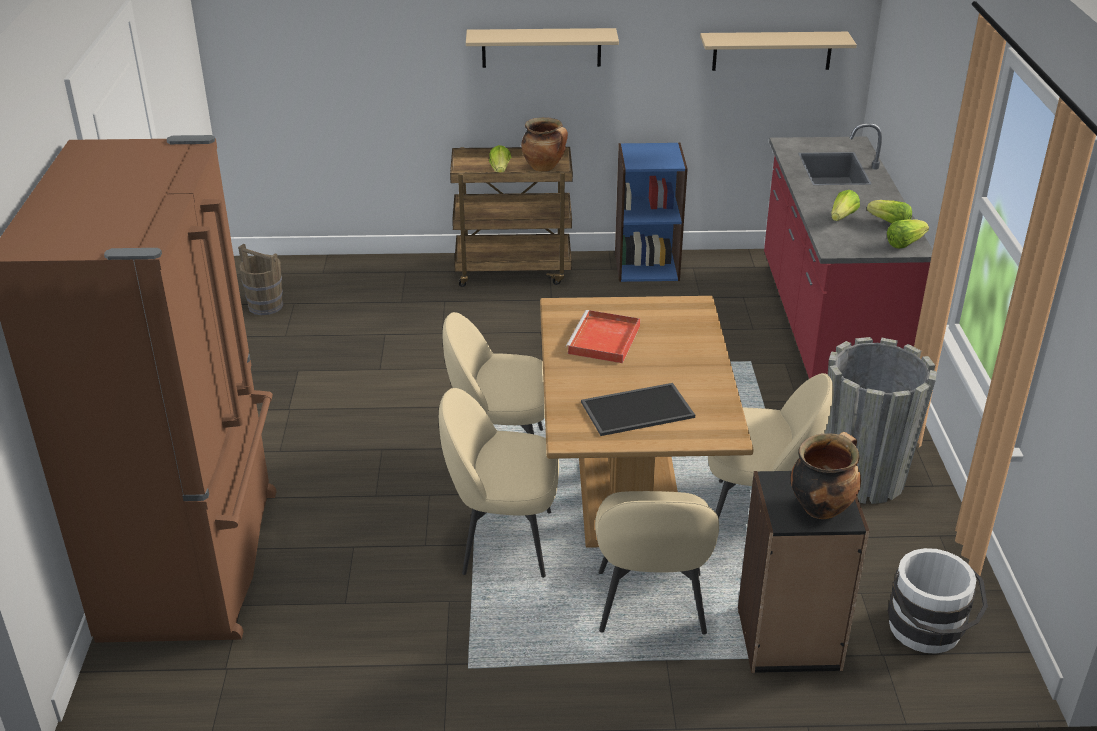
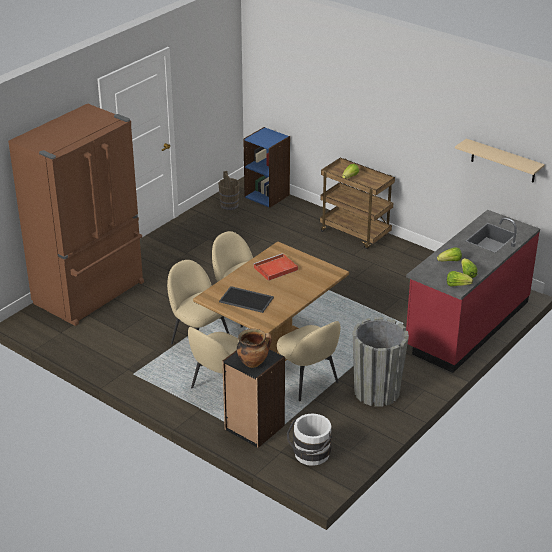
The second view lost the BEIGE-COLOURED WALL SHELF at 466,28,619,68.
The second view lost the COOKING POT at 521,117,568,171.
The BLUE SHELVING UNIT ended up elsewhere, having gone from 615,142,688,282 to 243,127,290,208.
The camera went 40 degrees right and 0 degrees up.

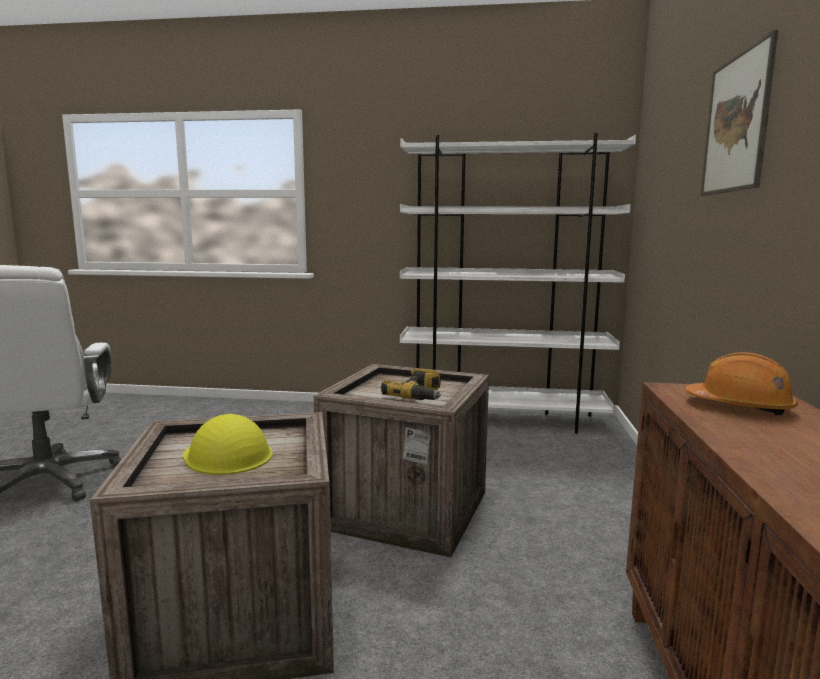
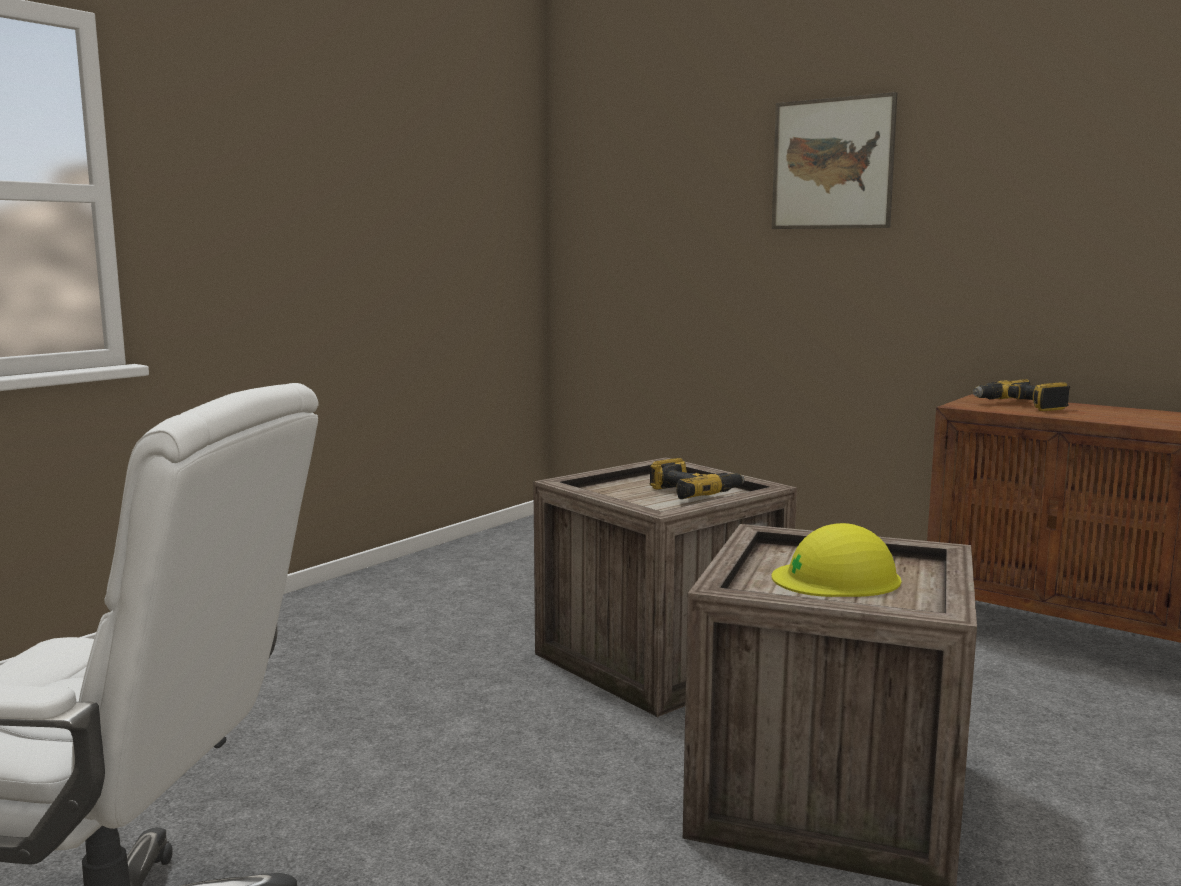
The second view lost the WHITE-COLOURED SHELVING UNIT at 400,133,636,434.
Where the ORANGEY SAFETY HELMET stood at 685,352,798,415, the POWER DRILL came to stand at 973,379,1070,411.
The camera went 60 degrees left and 0 degrees up.

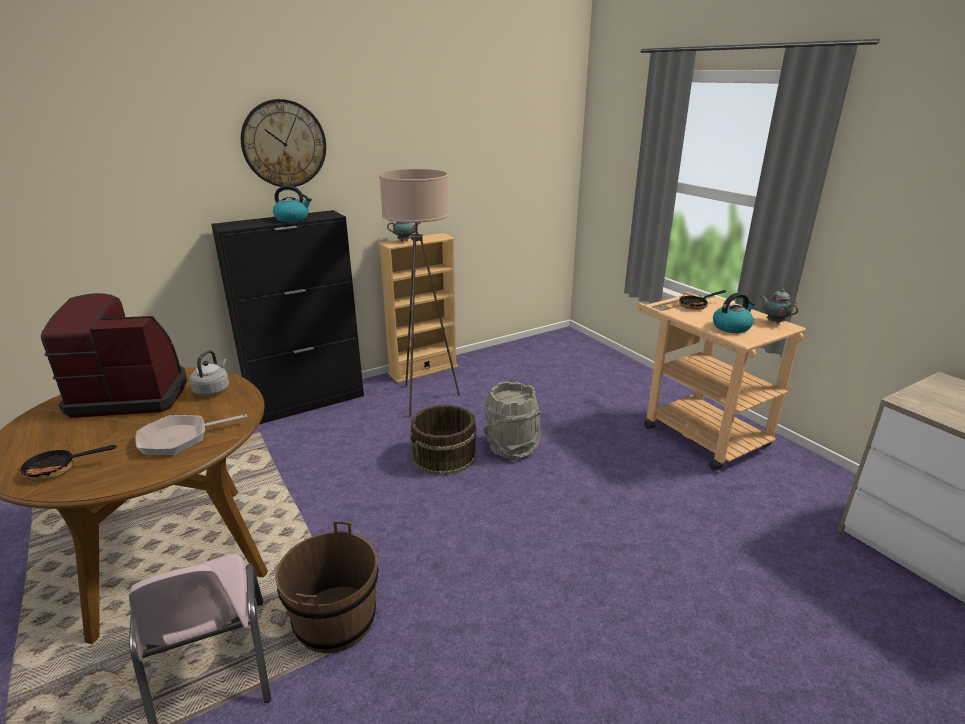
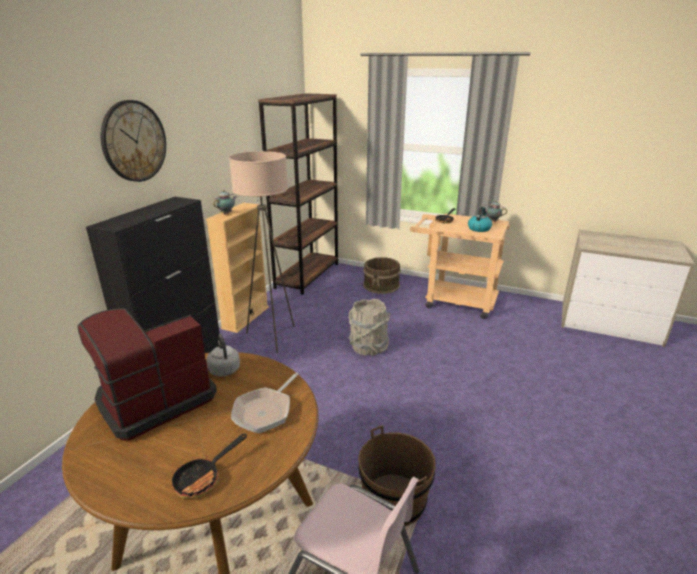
The second view lost the KETTLE at 273,185,312,222.
The BROWN-COLOURED BUCKET ended up elsewhere, having gone from 410,405,477,475 to 363,257,401,294.
The second view gained the BROWN-COLOURED SHELVING UNIT at 258,93,338,295.
The camera went 35 degrees left and 0 degrees up.

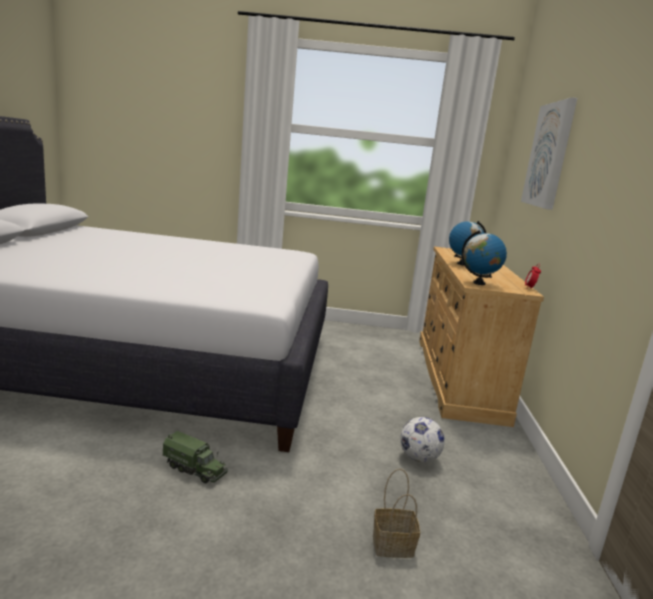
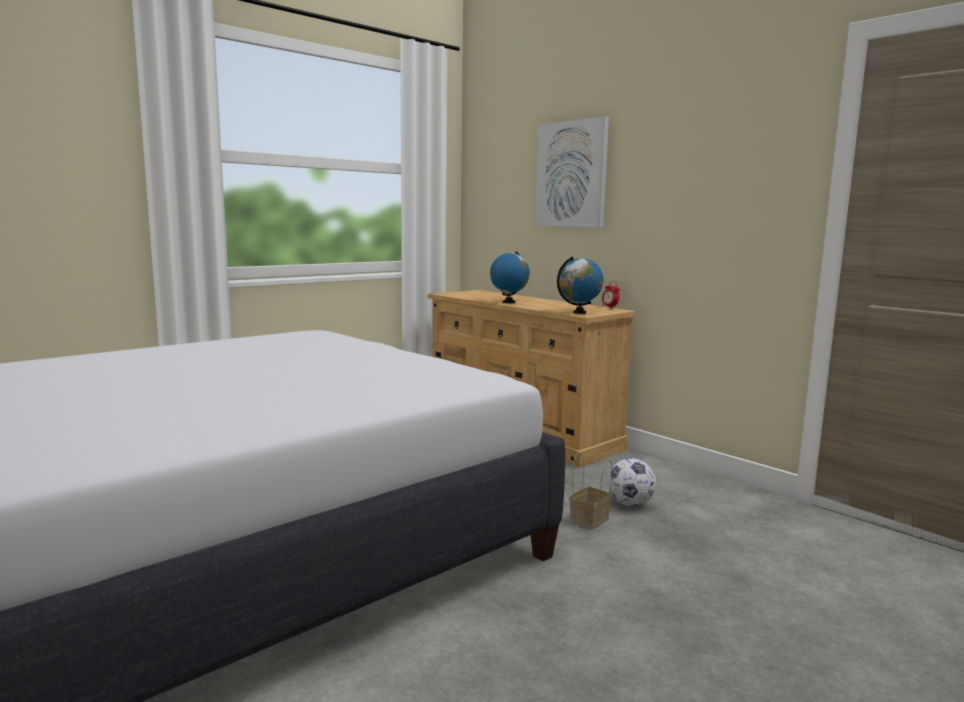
The second view lost the TOY LORRY at 163,431,228,483.
The STORAGE BASKET ended up elsewhere, having gone from 373,469,420,558 to 569,452,613,530.
The camera went 45 degrees left and 5 degrees down.

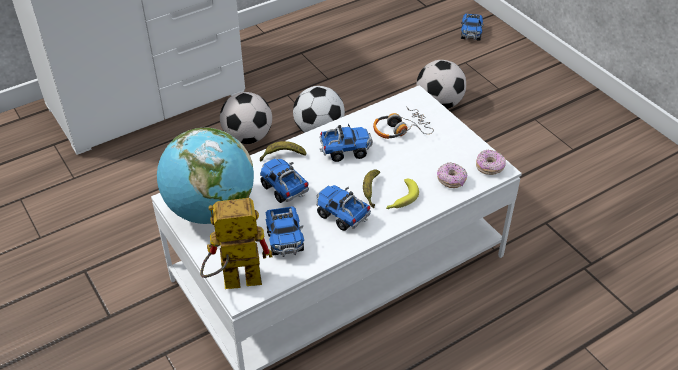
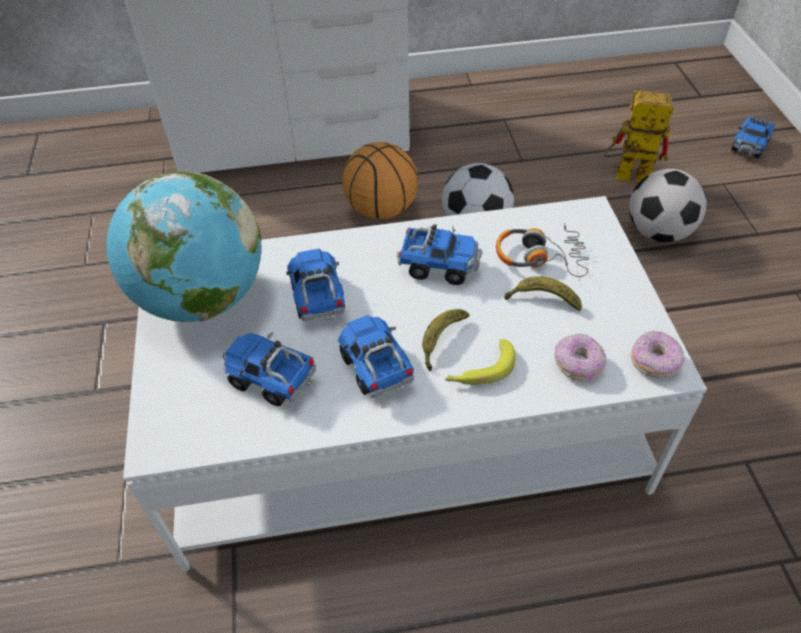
The MODEL ROBOT ended up elsewhere, having gone from 200,198,273,289 to 604,90,674,182.
Where the BALL FOR FOOTBALL stood at 220,92,272,144, the BALL FOR BASKETBALL came to stand at 342,142,418,219.
The BANANA ended up elsewhere, having gone from 260,141,307,162 to 504,276,582,311.
The TOY LORRY at 266,206,304,257 ended up facing another way, 105 degrees clockwise from before.
The camera went 25 degrees right and 5 degrees up.

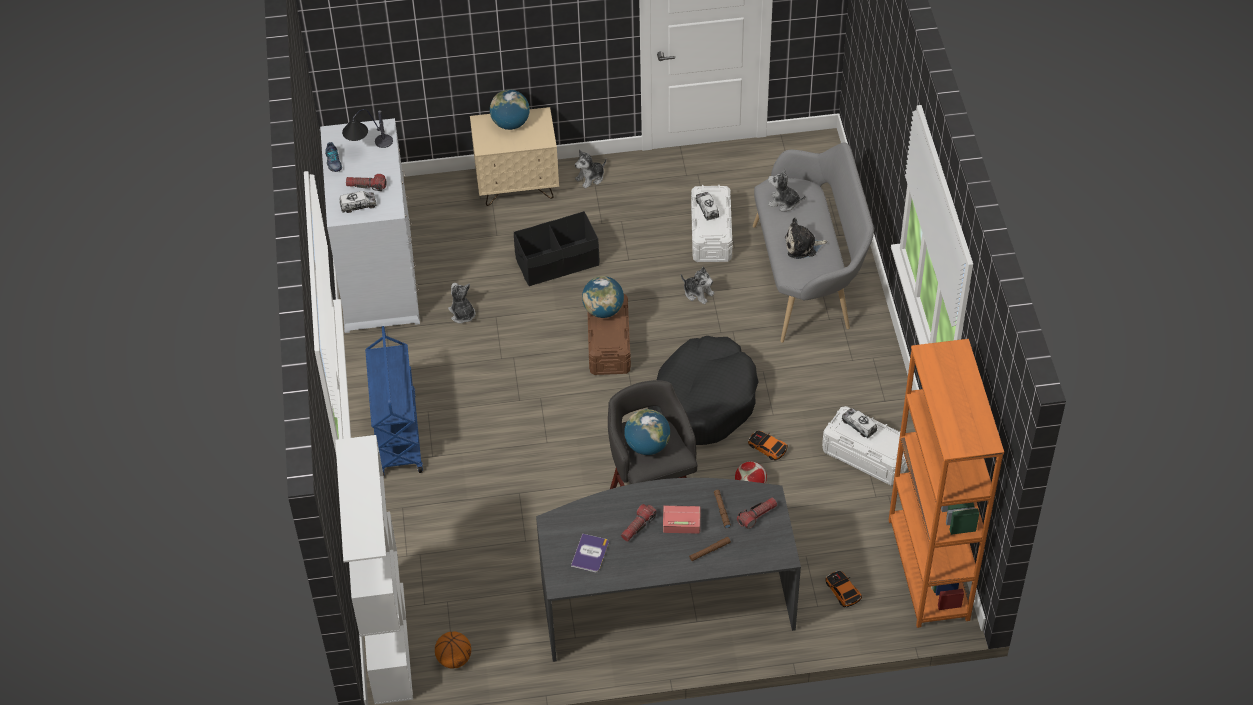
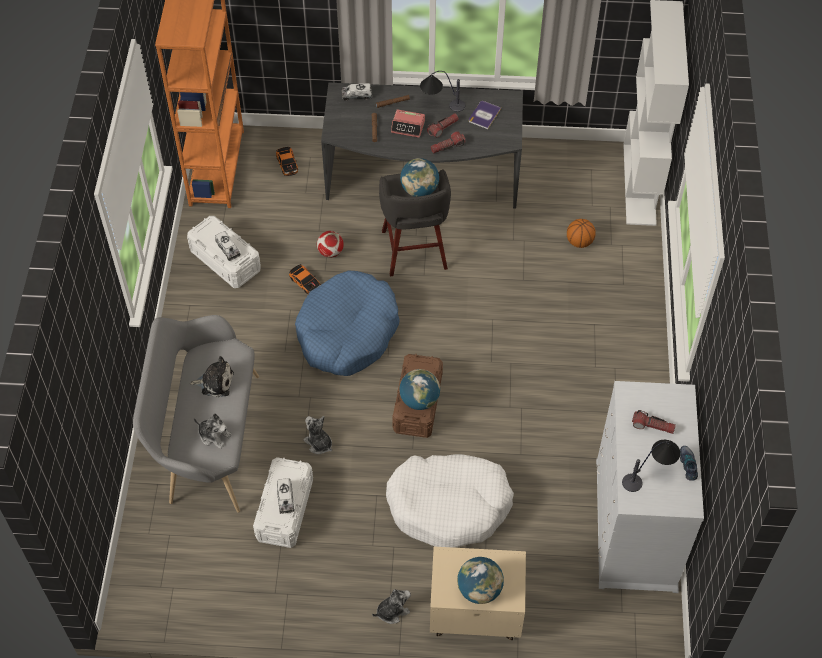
The TOY LORRY ended up elsewhere, having gone from 339,191,377,213 to 342,83,372,101.
The second view lost the BLUE CART at 365,326,423,476.
The BALL FOR BASKETBALL ended up elsewhere, having gone from 435,631,471,669 to 567,219,596,248.
The second view lost the PLUSH TOY at 448,283,476,324.
Where the BLACK-COLOURED STORAGE BIN stood at 514,211,599,286, the WHITE-COLOURED DOG CUSHION came to stand at 386,454,514,548.
What was the BLACK-COLOURED DOG CUSHION at 648,336,759,445 turned into the BLUE DOG CUSHION at 295,270,400,376.
The FLASHLIGHT ended up elsewhere, having gone from 737,498,777,529 to 431,131,466,153.
The second view gained the LAMP FOR A TABLE at 420,71,465,112.
The camera went 170 degrees left and 5 degrees up.

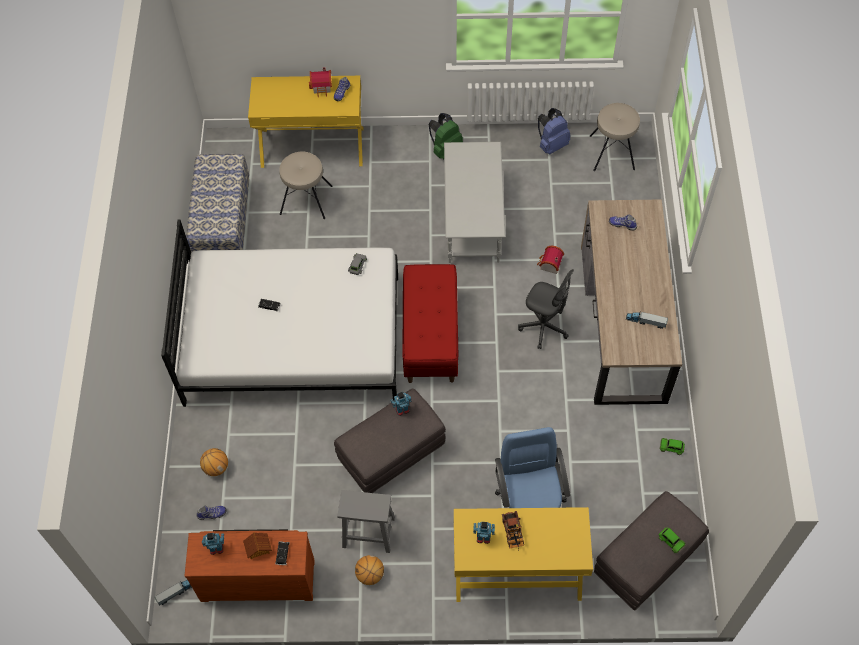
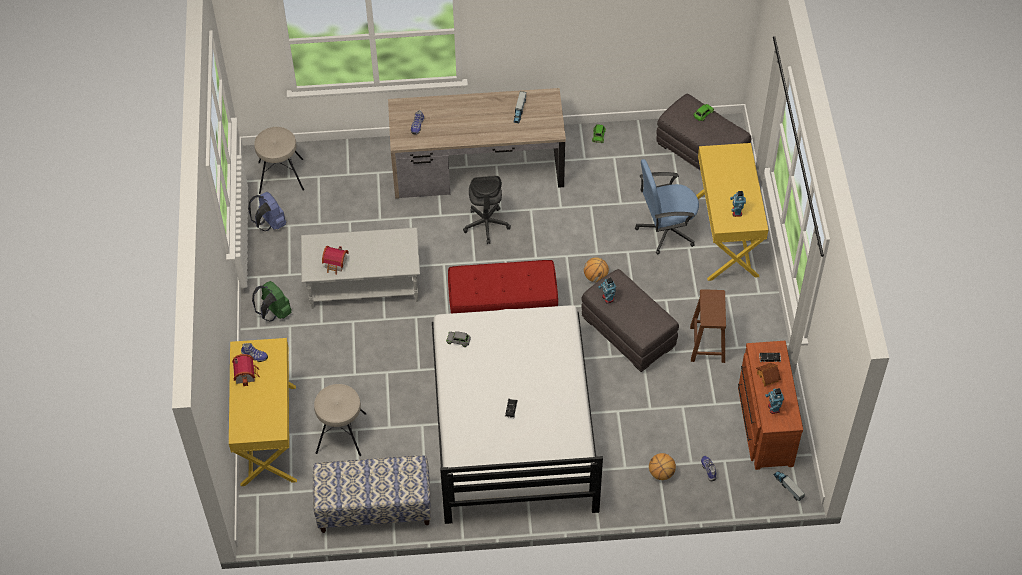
What was the GREY STOOL at 337,490,395,553 turned into the BROWN-COLOURED STOOL at 690,289,726,363.
The BALL FOR BASKETBALL ended up elsewhere, having gone from 355,555,384,585 to 584,258,609,282.
The second view lost the TOY LORRY at 502,511,524,551.
The GREY COMPUTER CHAIR at 518,269,574,349 ended up facing another way, 150 degrees clockwise from before.
The TOY HOUSE ended up elsewhere, having gone from 537,246,564,274 to 322,246,349,275.
The camera went 95 degrees left and 5 degrees down.

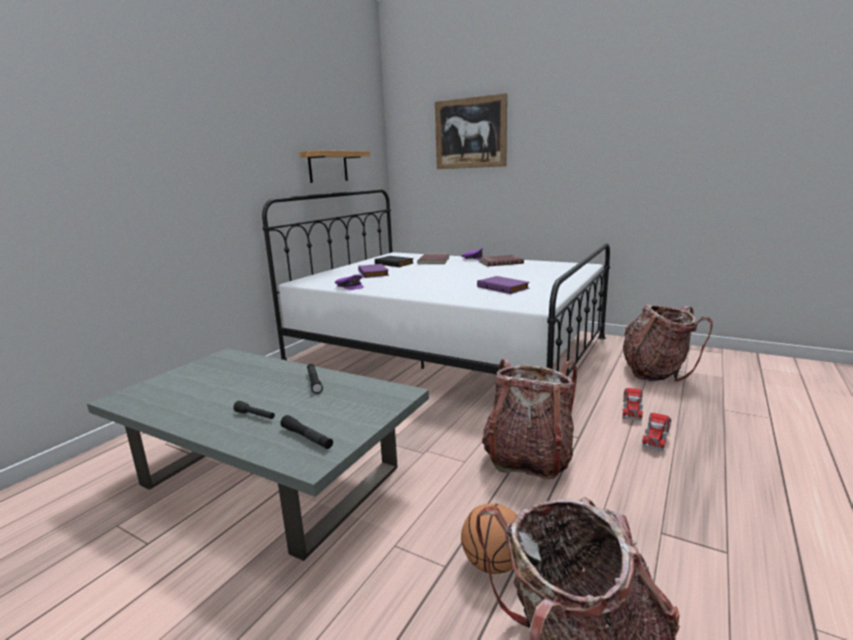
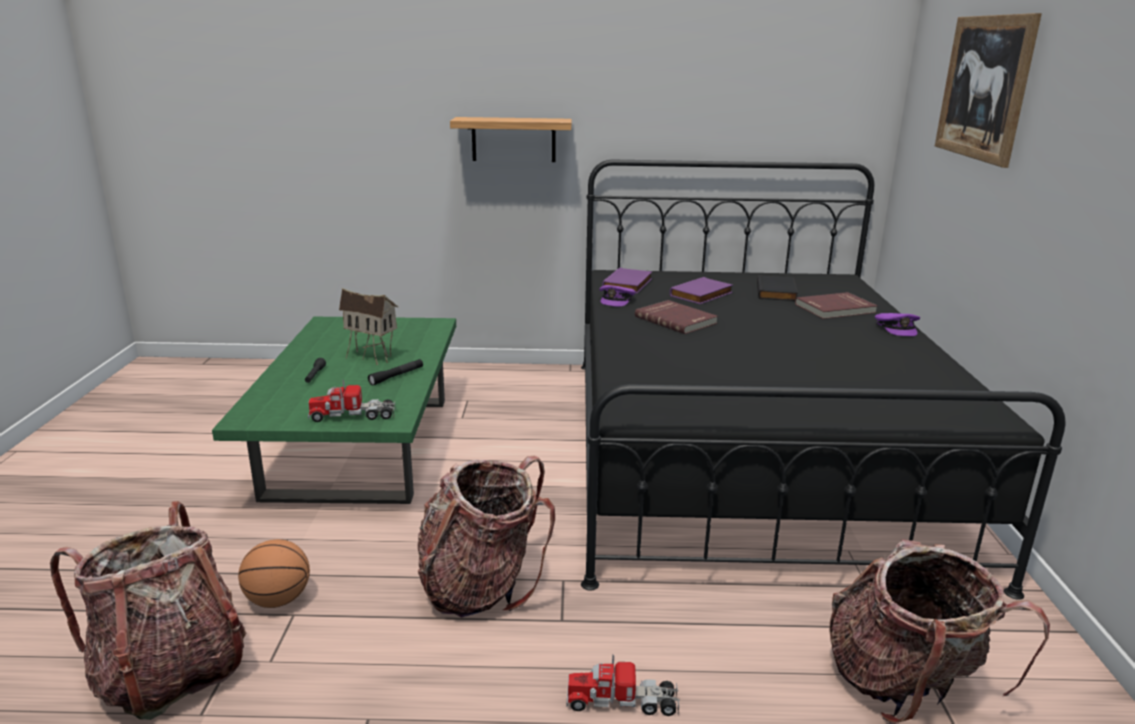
What was the GREY LOW TABLE at 87,348,429,561 turned into the GREENISH LOW TABLE at 212,317,456,504.
What was the WHITE-COLOURED SLEEPING BED at 262,189,610,377 turned into the BLACK-COLOURED SLEEPING BED at 581,160,1066,600.
The second view lost the BLACK-COLOURED FLASHLIGHT at 280,415,333,449.
The WALL SHELF ended up elsewhere, having gone from 299,150,370,183 to 450,117,572,162.
The PURPLE-COLOURED BOUND BOOK ended up elsewhere, having gone from 477,276,530,294 to 602,268,652,293.
The RED-COLOURED BOUND BOOK ended up elsewhere, having gone from 479,255,524,266 to 635,300,718,334.
The TOY LORRY ended up elsewhere, having gone from 623,388,643,421 to 308,379,396,422.
The second view gained the TOY HOUSE at 339,288,398,365.
The camera went 60 degrees right and 5 degrees up.

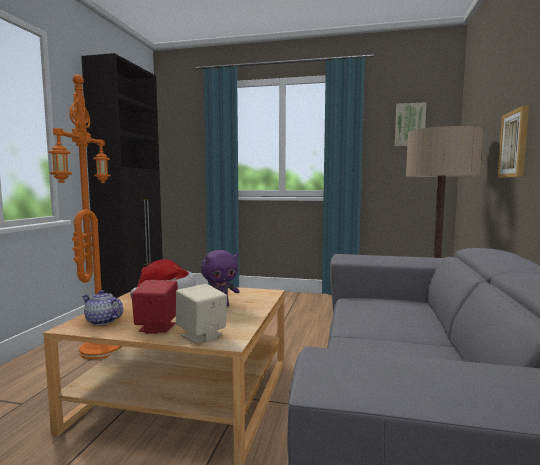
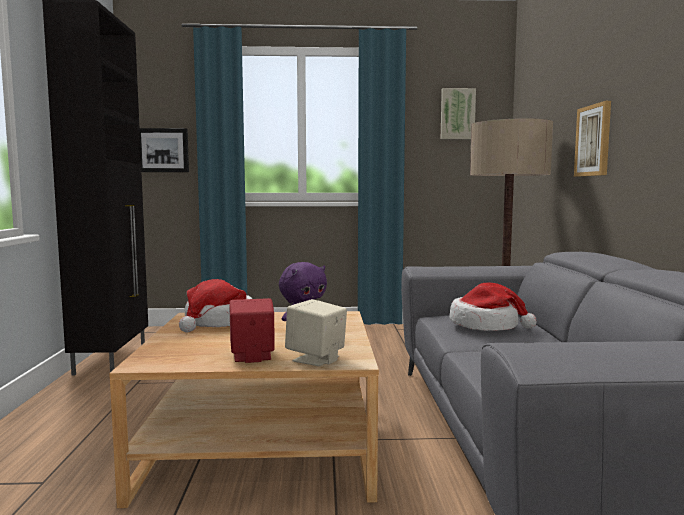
The second view lost the ORANGEY STANDARD LAMP at 48,75,123,359.
The second view lost the POT FOR TEA at 82,290,123,325.
The second view gained the WALL ART at 140,128,189,172.
The second view gained the HAT at 449,283,536,331.
The camera went 15 degrees left and 0 degrees up.

